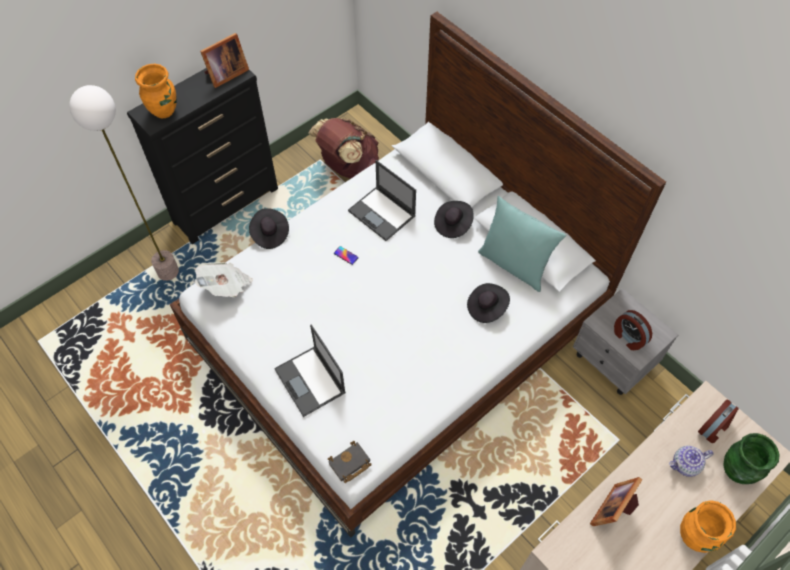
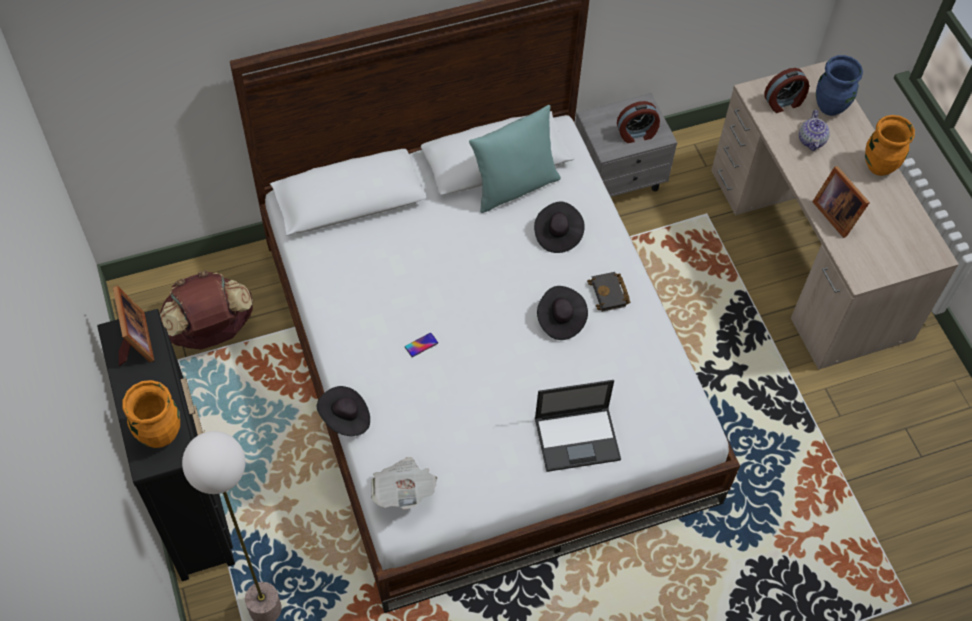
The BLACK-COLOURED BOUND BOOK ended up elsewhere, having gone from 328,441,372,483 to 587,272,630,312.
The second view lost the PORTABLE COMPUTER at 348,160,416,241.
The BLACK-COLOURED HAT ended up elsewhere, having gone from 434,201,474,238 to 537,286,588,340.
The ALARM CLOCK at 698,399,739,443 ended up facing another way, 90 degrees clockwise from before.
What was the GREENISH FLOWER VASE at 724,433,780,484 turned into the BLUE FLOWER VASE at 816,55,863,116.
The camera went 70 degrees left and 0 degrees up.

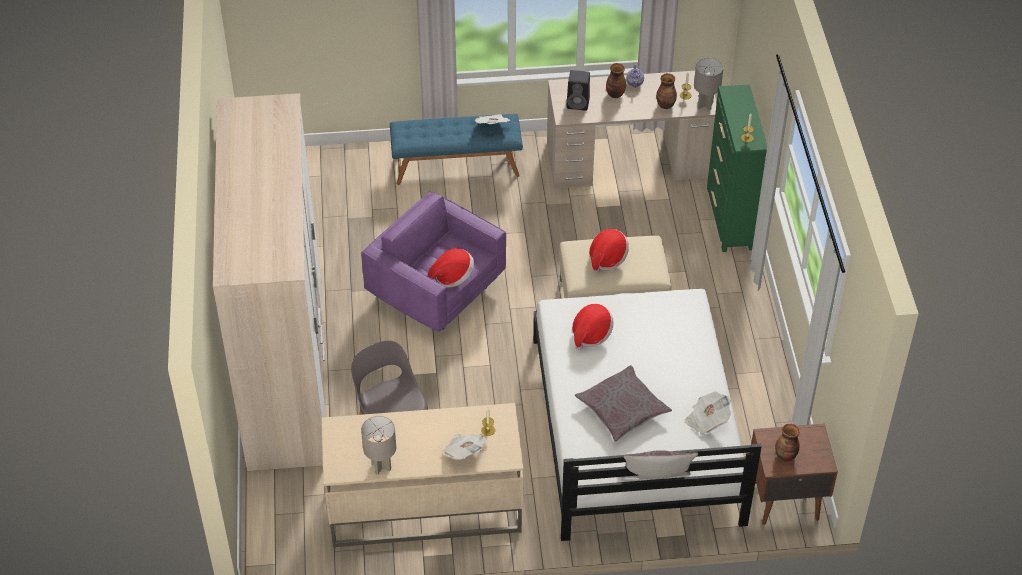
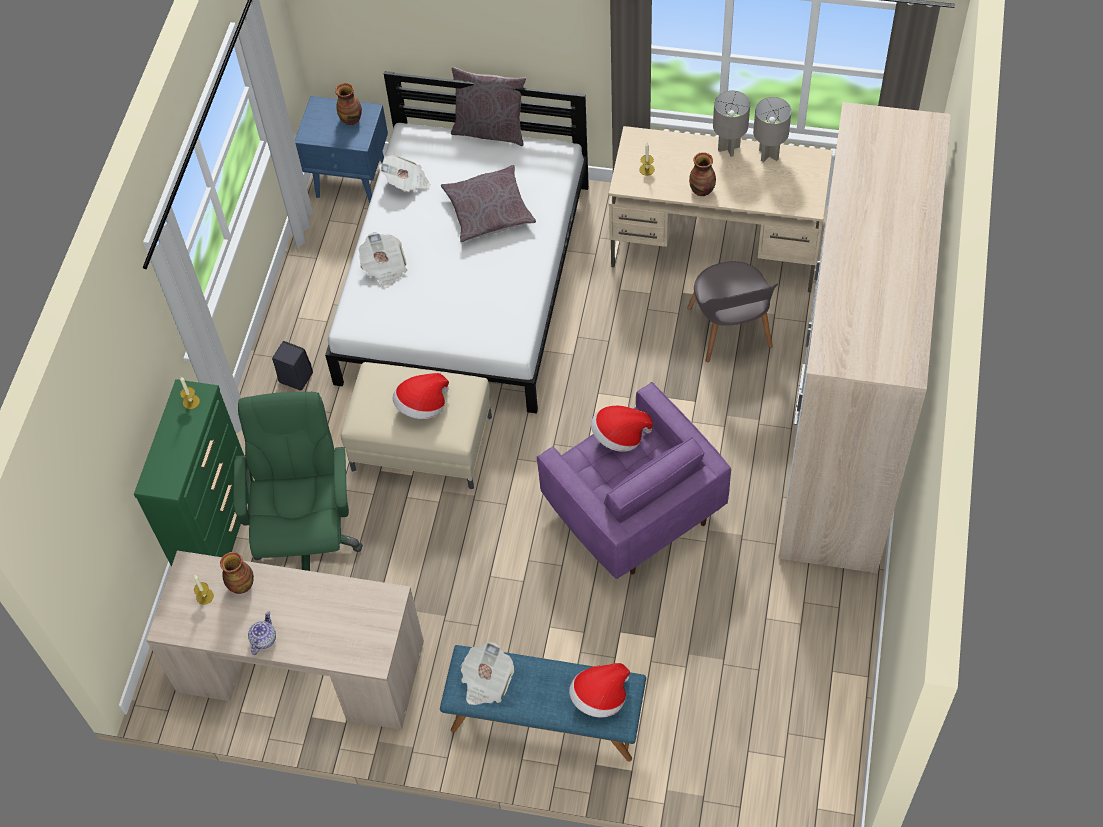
The DAILY PAPER ended up elsewhere, having gone from 442,434,487,460 to 359,232,408,288.
The BLACK-COLOURED SPEAKER ended up elsewhere, having gone from 566,70,590,111 to 272,341,313,391.
The HAT ended up elsewhere, having gone from 572,304,614,350 to 569,663,630,717.
The FLOWER VASE ended up elsewhere, having gone from 606,63,626,98 to 689,152,716,196.
The GREY LAMP FOR A TABLE ended up elsewhere, having gone from 694,58,724,111 to 713,90,750,157.
What was the BROWN-COLOURED NIGHTSTAND at 751,424,838,525 turned into the BLUE NIGHTSTAND at 295,96,388,203.
The second view gained the GREENISH COMPUTER CHAIR at 233,392,363,571.
The camera went 160 degrees left and 10 degrees up.

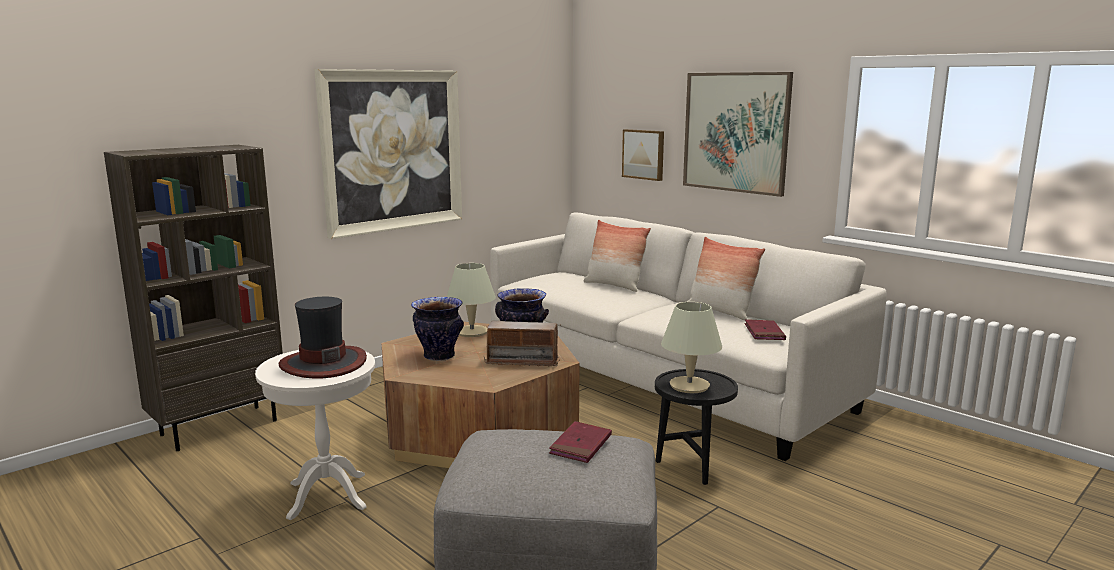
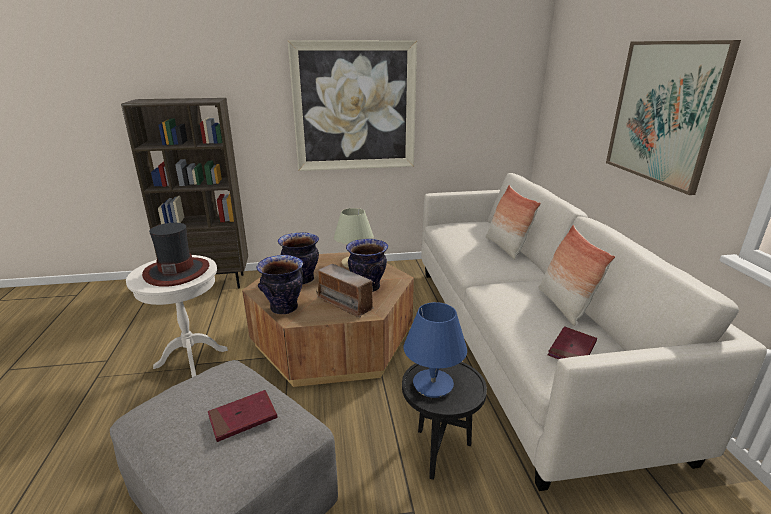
The second view lost the WALL ART at 622,129,664,181.
What was the BEIGE-COLOURED LAMP FOR A TABLE at 661,302,722,393 turned into the BLUE LAMP FOR A TABLE at 403,302,467,398.
The second view gained the FLOWER VASE at 256,255,303,314.
The camera went 35 degrees right and 10 degrees up.

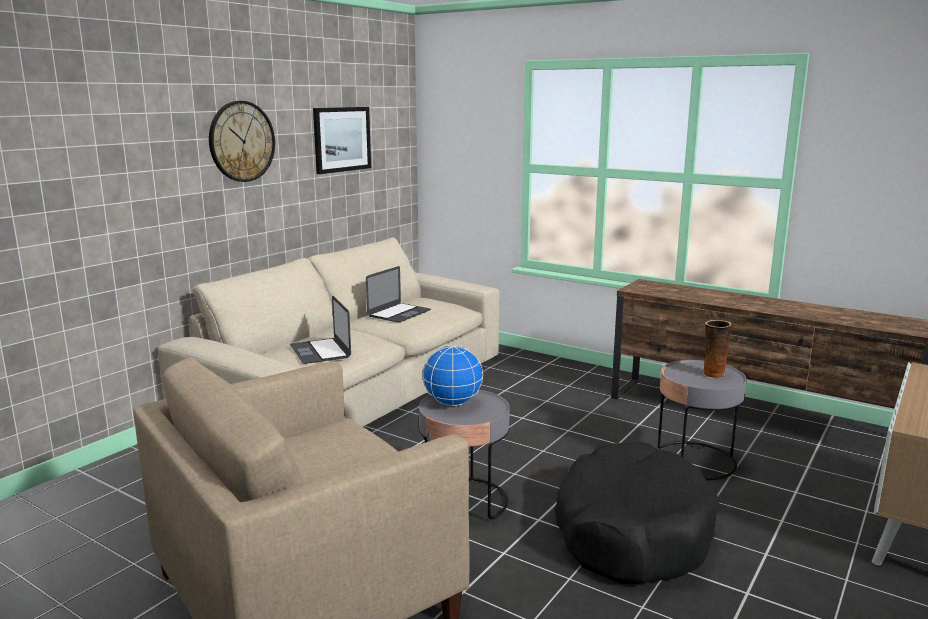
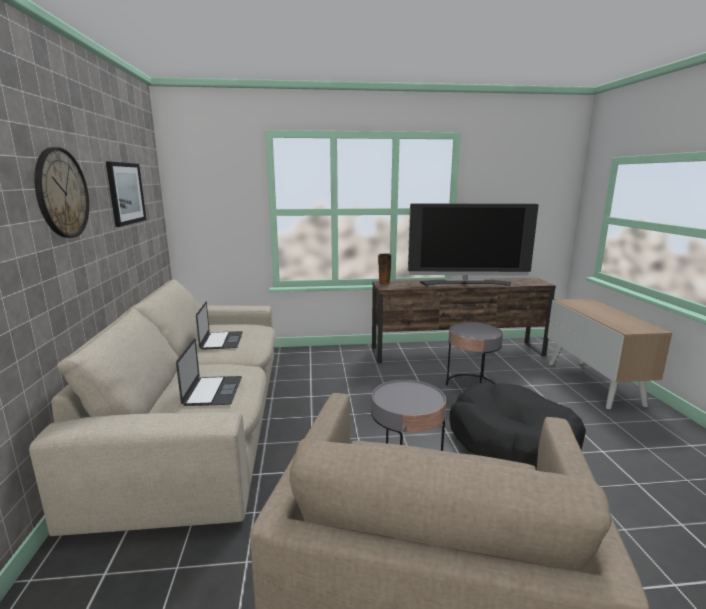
The PORTABLE COMPUTER at 290,296,351,364 ended up facing another way, 120 degrees counterclockwise from before.
The second view lost the WORLD GLOBE at 422,345,483,406.
The FLOWER VASE ended up elsewhere, having gone from 703,320,731,378 to 378,253,391,285.
The second view gained the TELEVISION at 408,203,539,286.
The camera went 40 degrees left and 0 degrees up.

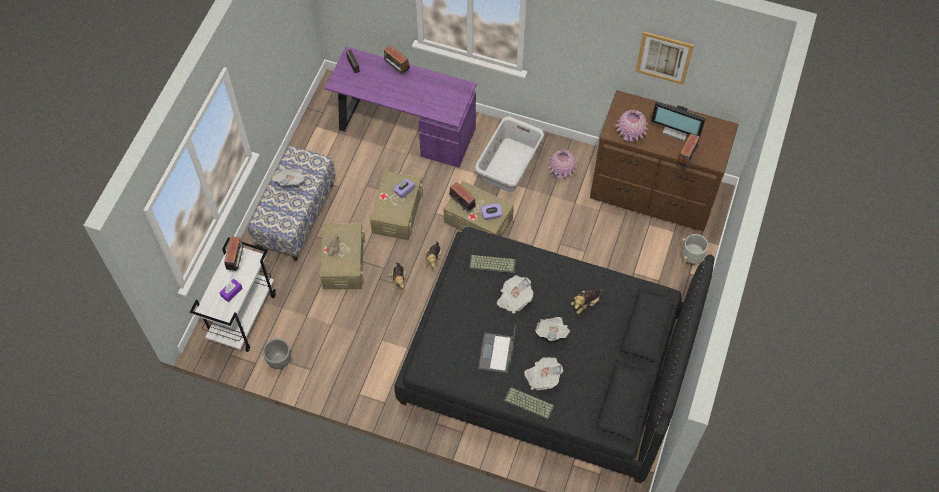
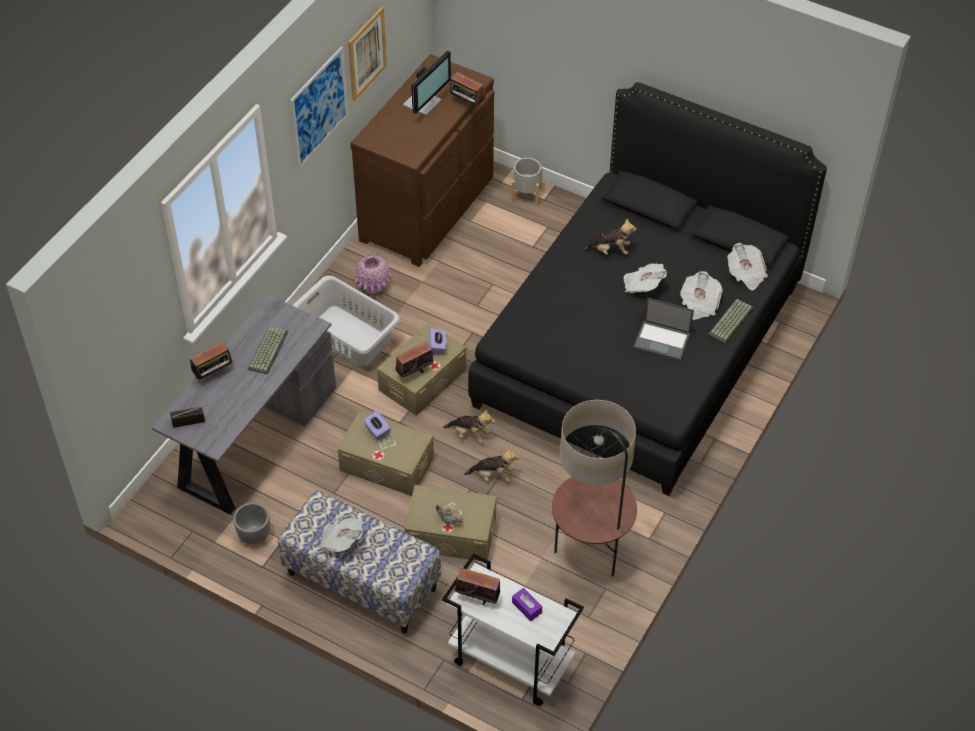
The GREY FLOWER POT ended up elsewhere, having gone from 263,339,291,369 to 233,503,270,545.
What was the PURPLE-COLOURED DESK TABLE at 325,46,477,168 turned into the GREY DESK TABLE at 152,295,336,515.
The KEYBOARD ended up elsewhere, having gone from 469,255,516,274 to 248,326,288,374.
The DAILY PAPER ended up elsewhere, having gone from 497,275,533,314 to 727,243,768,290.
The PLUSH TOY at 571,289,603,314 ended up facing another way, 60 degrees counterclockwise from before.
The second view lost the PINK-COLOURED FLOWER VASE at 615,110,648,141.
The second view gained the WALL ART at 290,47,348,169.
The second view gained the STANDARD LAMP at 552,400,637,577.
The camera went 80 degrees left and 10 degrees down.

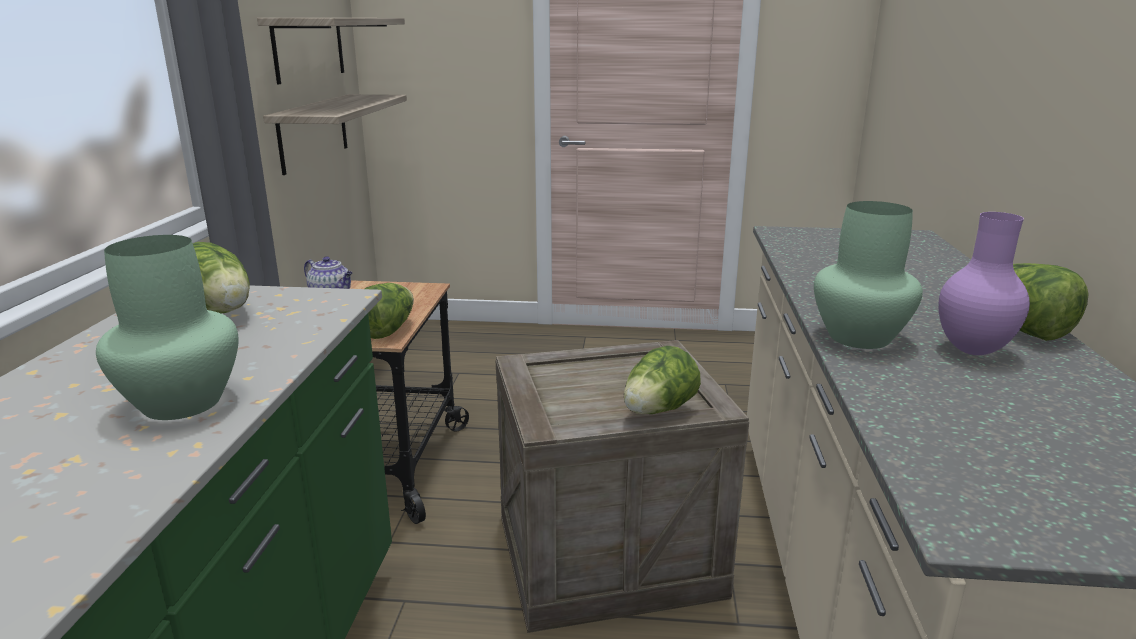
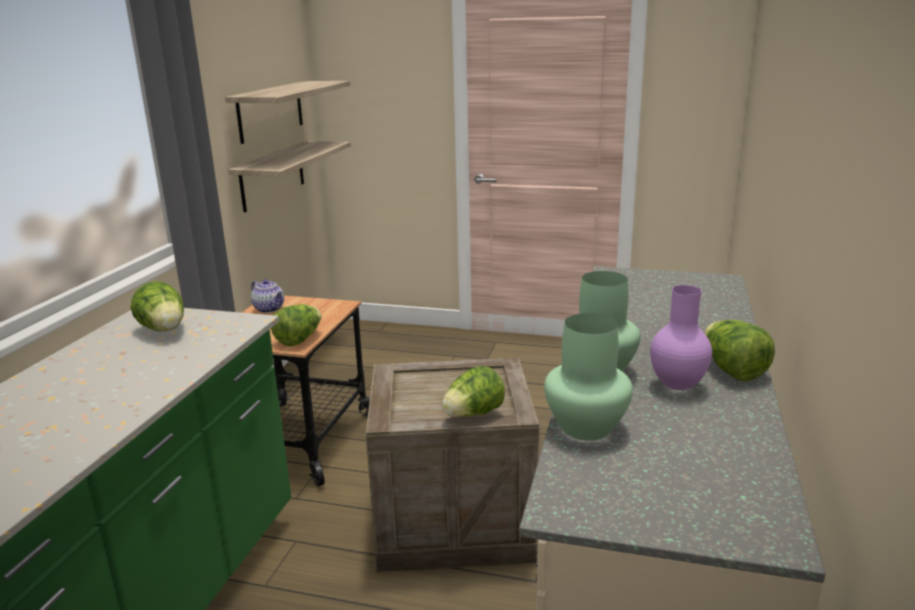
The GREENISH FLOWER VASE ended up elsewhere, having gone from 96,235,239,420 to 544,313,633,441.
The camera went 10 degrees right and 0 degrees up.

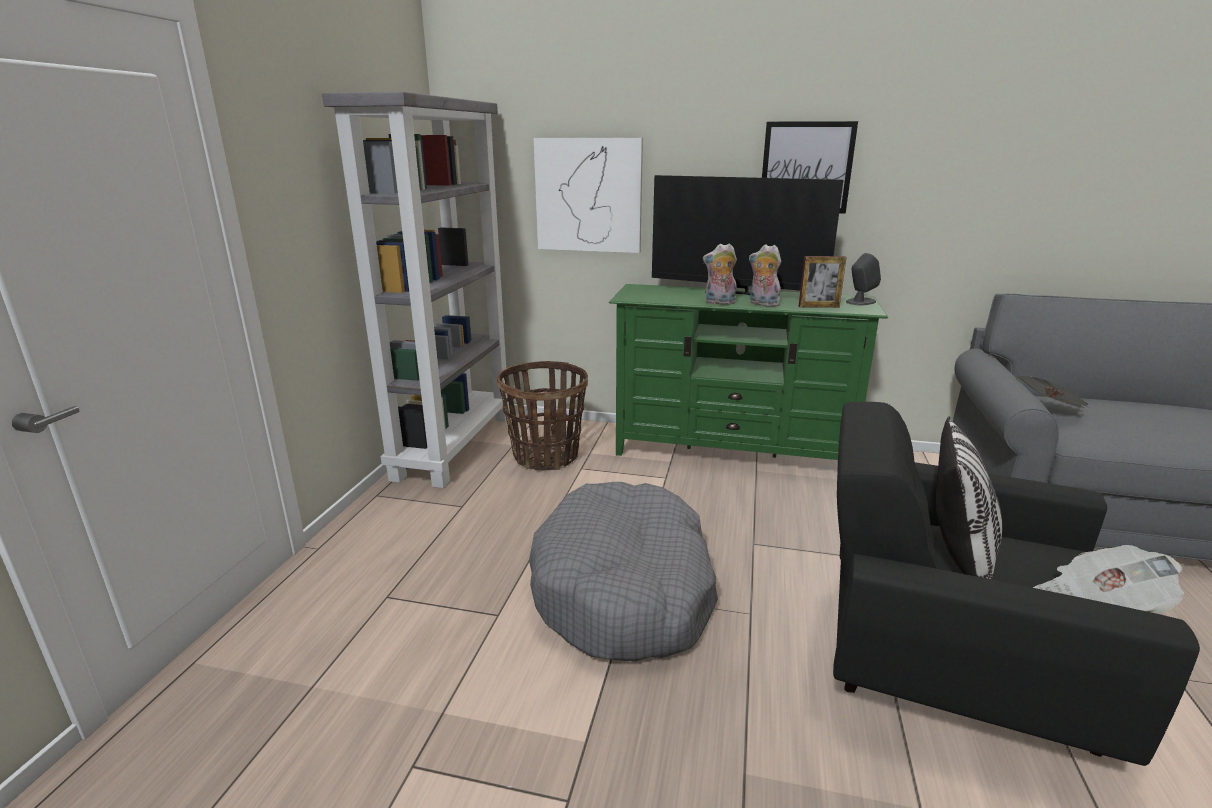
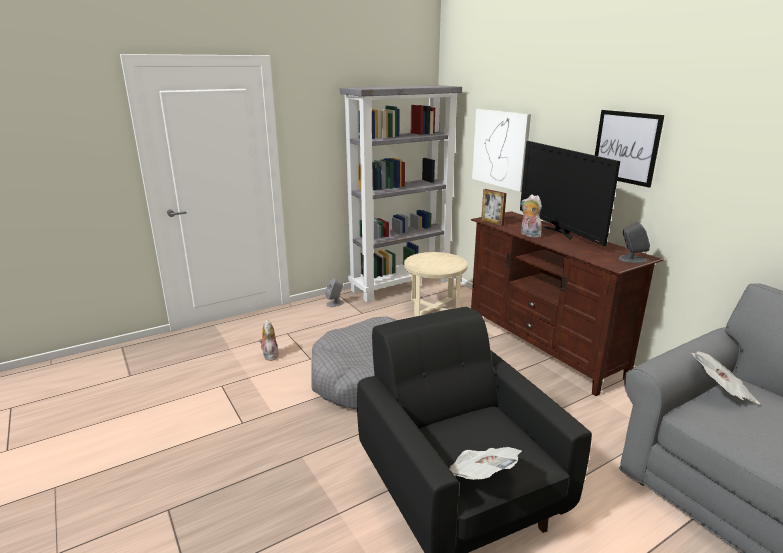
Where the STORAGE BASKET stood at 497,361,588,470, the BEIGE-COLOURED SIDE TABLE came to stand at 404,252,467,316.
What was the GREENISH TV UNIT at 609,284,888,460 turned into the BROWN-COLOURED TV UNIT at 471,211,663,396.
The PLUSH TOY ended up elsewhere, having gone from 749,245,781,307 to 259,320,278,361.
The STANDING FRAME ended up elsewhere, having gone from 799,256,847,308 to 481,189,507,226.
The second view lost the CUSHION at 936,416,1002,579.
The second view gained the GREY SPEAKER at 325,278,344,307.
The camera went 45 degrees right and 0 degrees up.

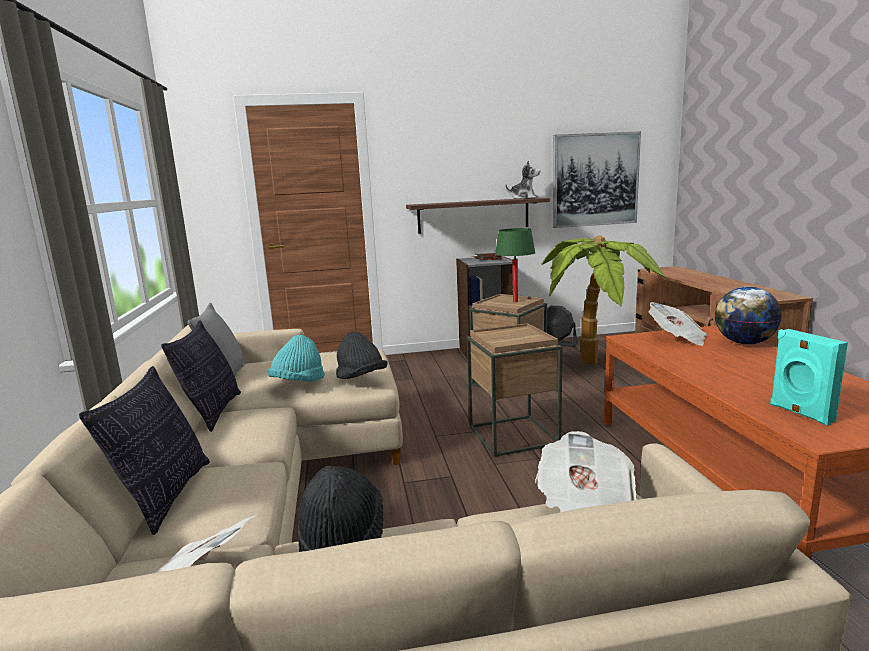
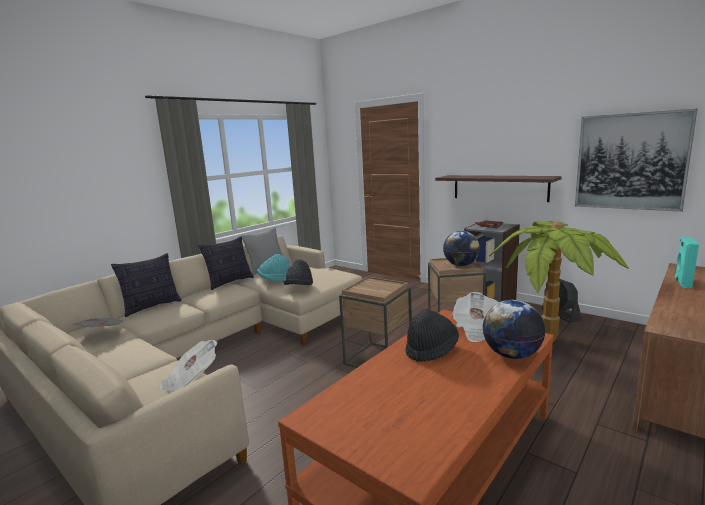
The BLACK-COLOURED HAT ended up elsewhere, having gone from 297,465,383,552 to 406,309,459,362.
Where the GREENISH LAMP FOR A TABLE stood at 495,228,535,302, the WORLD GLOBE came to stand at 443,231,480,266.
The second view lost the PLUSH TOY at 505,161,540,199.
The TURQUOISE SPEAKER ended up elsewhere, having gone from 770,329,848,426 to 675,237,699,288.
The camera went 50 degrees right and 0 degrees up.

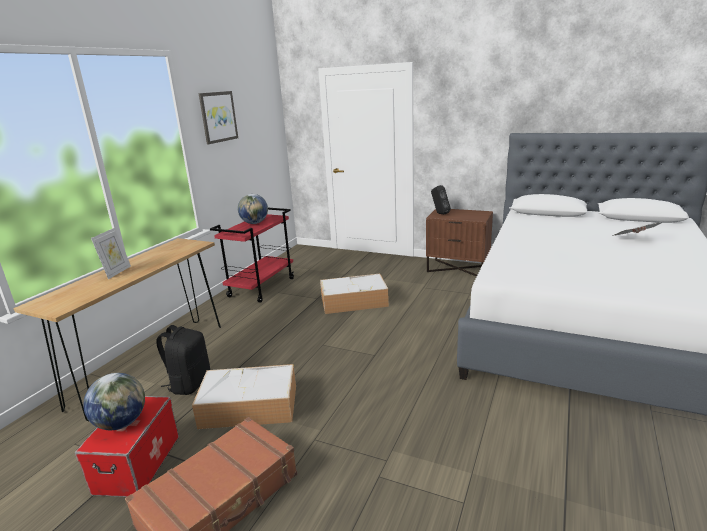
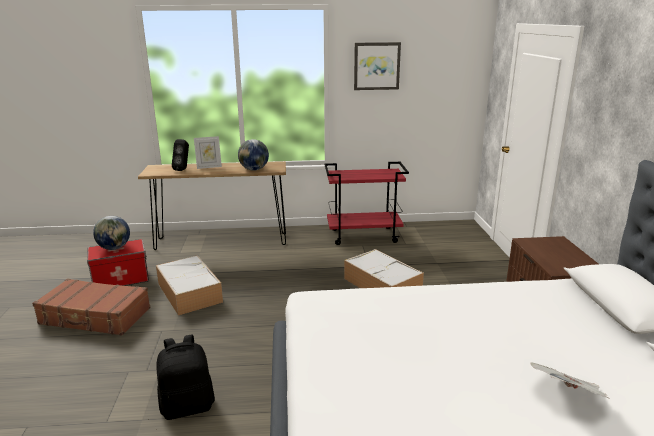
The BLACK-COLOURED BACKPACK ended up elsewhere, having gone from 156,325,210,395 to 156,335,215,420.
The WORLD GLOBE ended up elsewhere, having gone from 238,194,268,224 to 238,139,269,171.
The BLACK-COLOURED SPEAKER ended up elsewhere, having gone from 431,185,451,214 to 172,139,189,171.
The camera went 60 degrees right and 0 degrees up.

